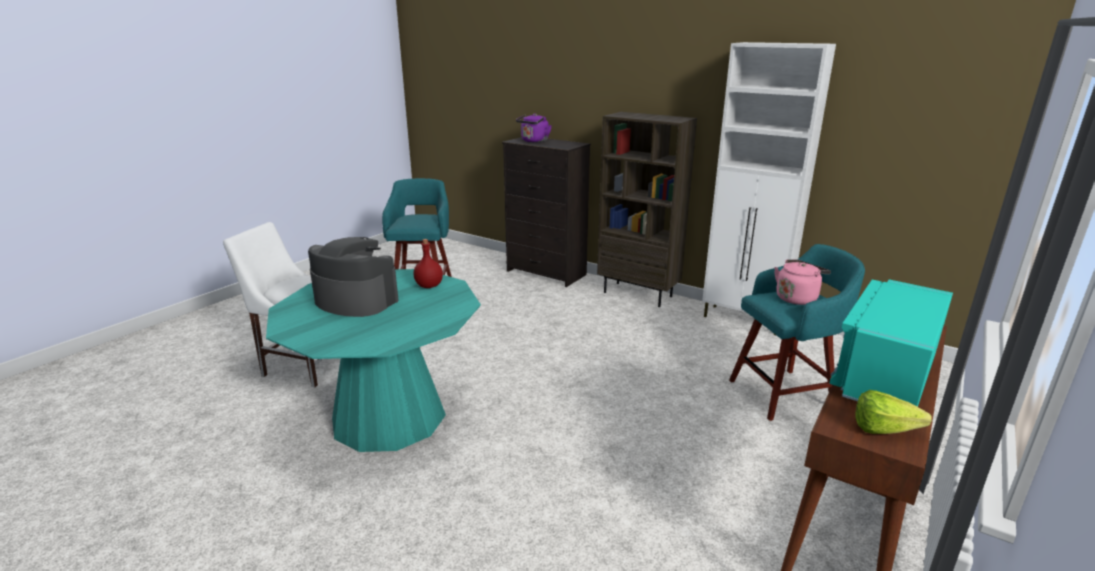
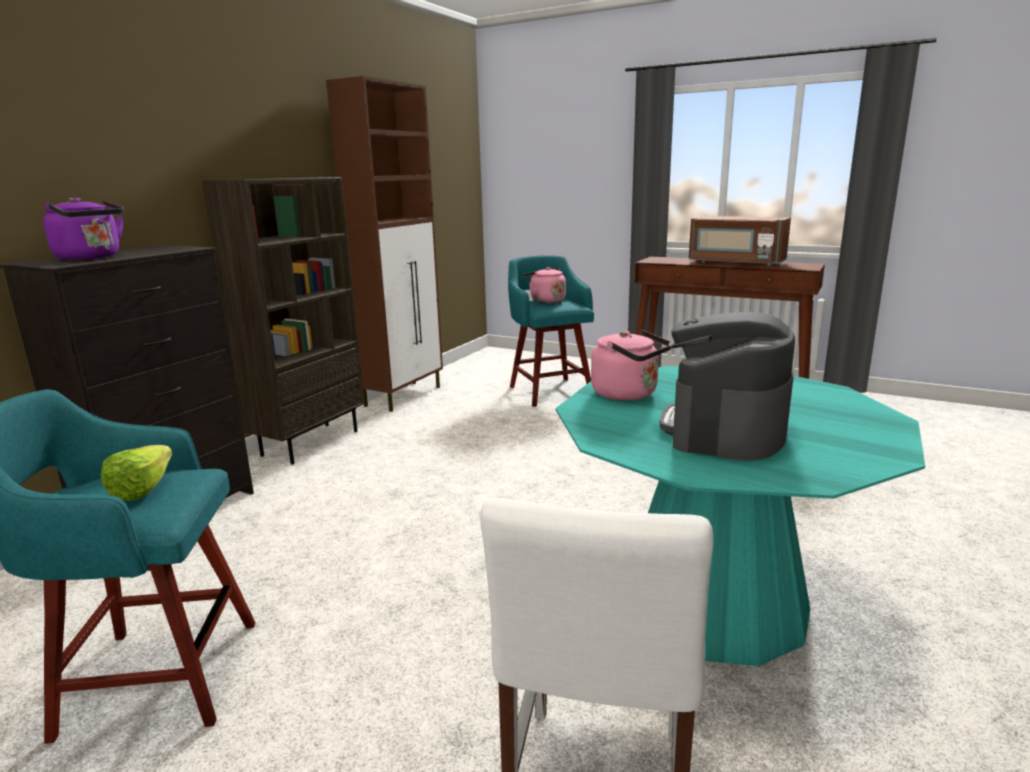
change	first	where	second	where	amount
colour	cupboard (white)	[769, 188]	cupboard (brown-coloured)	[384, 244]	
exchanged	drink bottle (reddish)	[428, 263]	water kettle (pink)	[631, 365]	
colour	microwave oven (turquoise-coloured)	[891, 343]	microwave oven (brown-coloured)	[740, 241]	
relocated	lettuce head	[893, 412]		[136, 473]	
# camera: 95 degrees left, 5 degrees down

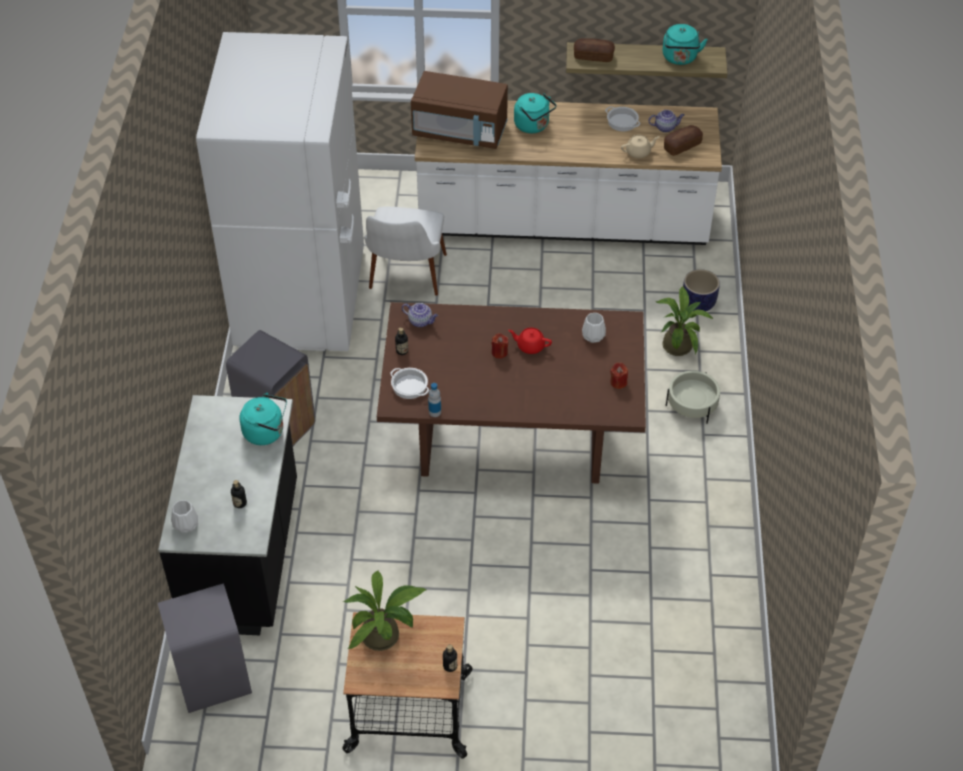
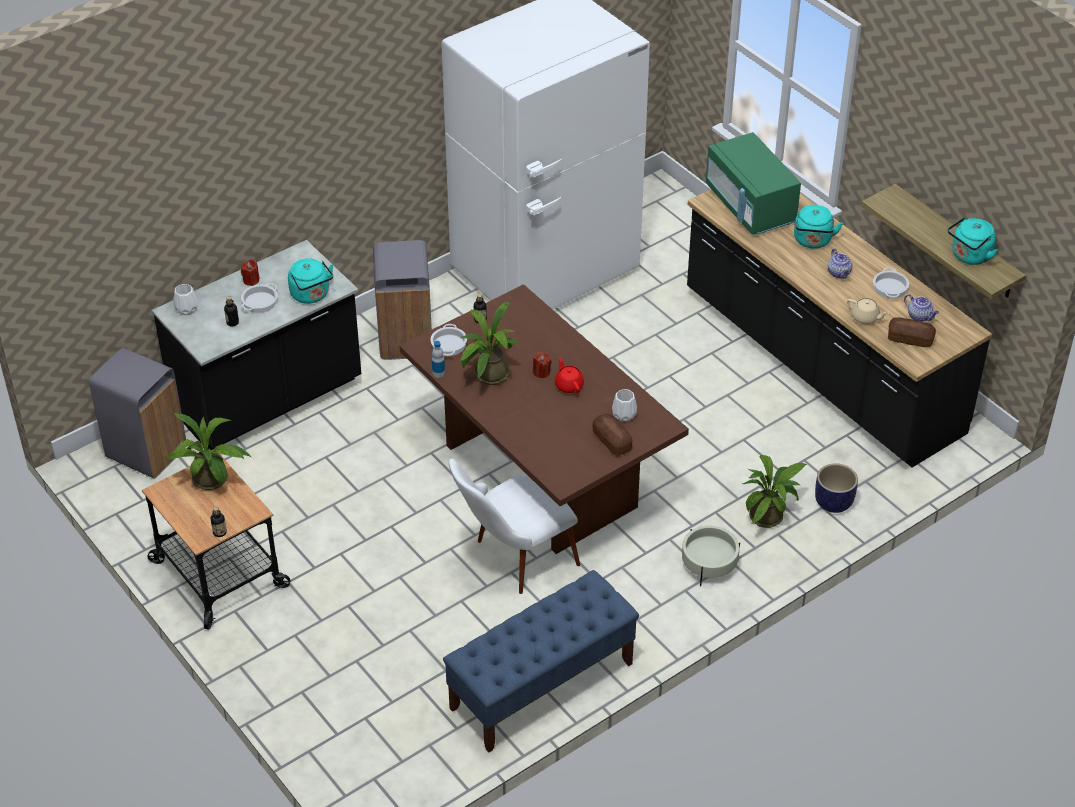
change	first	where	second	where	amount
relocated	bakery bread	[594, 50]		[613, 435]	
colour	microwave oven (brown-coloured)	[459, 110]	microwave oven (green-coloured)	[753, 183]	
colour	kitchen counter (white)	[568, 173]	kitchen counter (black-coloured)	[839, 328]	
relocated	chair (white)	[406, 251]		[514, 526]	
relocated	pot for tea	[420, 315]		[840, 264]	
relocated	wax light (reddish)	[619, 375]		[250, 272]	
appeared			stockpot	[259, 298]	
appeared			plant in a pot	[490, 343]	
appeared			bench (bluish)	[541, 661]	
# camera: 50 degrees right, 5 degrees down

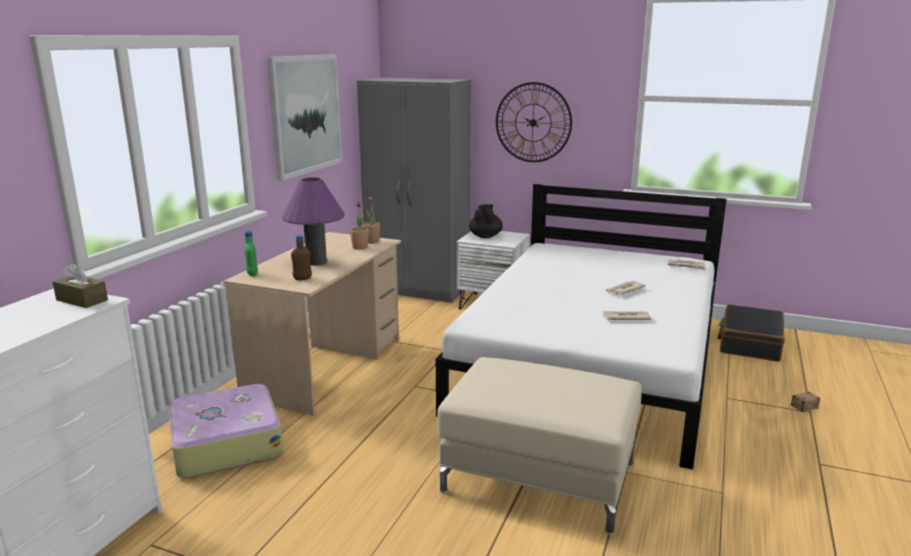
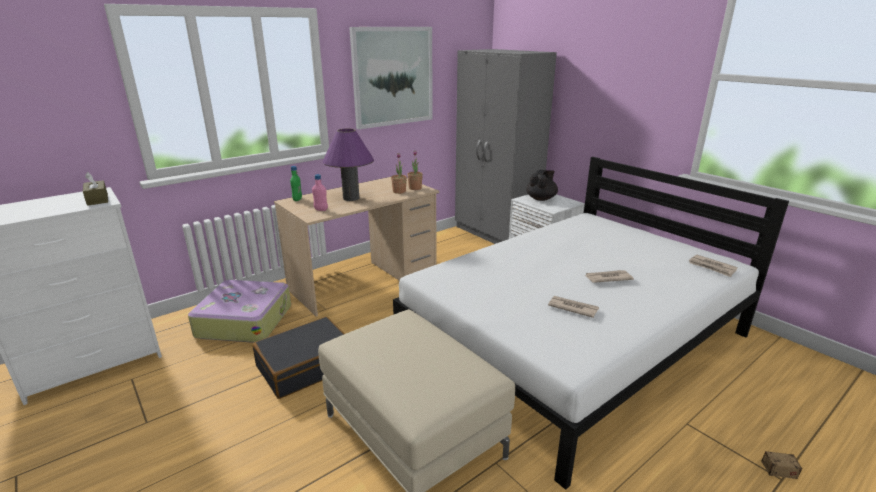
change	first	where	second	where	amount
missing	hanging clock	[534, 122]			
colour	drink bottle (brown-coloured)	[301, 257]	drink bottle (pink)	[320, 192]	
relocated	suitcase (black-coloured)	[751, 333]		[298, 358]	
# camera: 30 degrees right, 5 degrees up

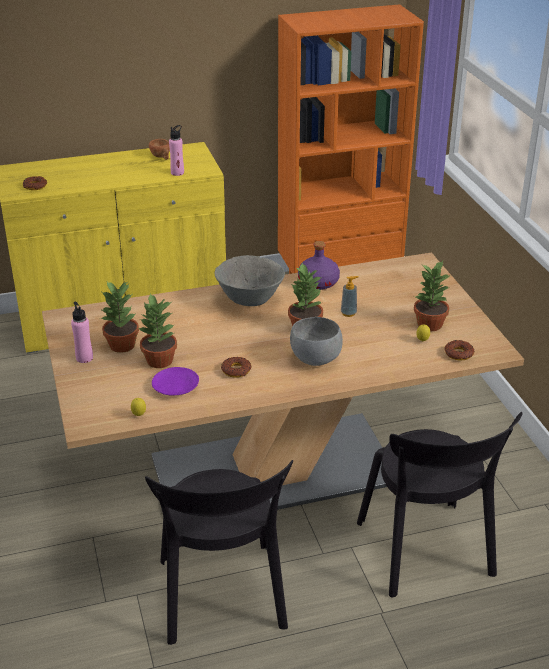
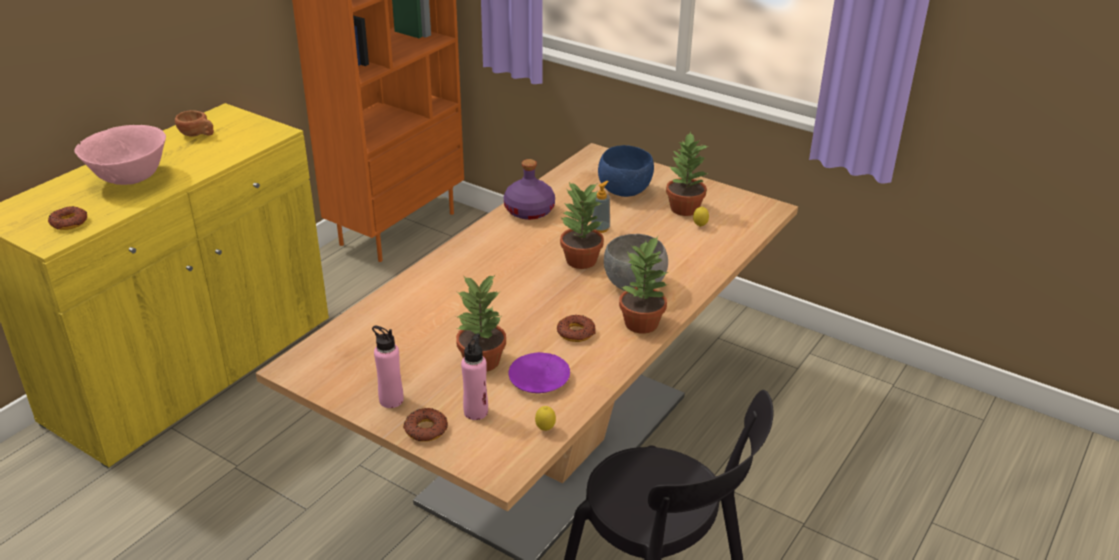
change	first	where	second	where	amount
relocated	drink bottle (pink)	[176, 150]		[474, 376]	
missing	deep dish (gray)	[250, 280]			
relocated	plant in a pot	[119, 317]		[644, 285]	
relocated	donut	[459, 350]		[425, 424]	
missing	chair (black-coloured)	[440, 505]			
appeared			deep dish (pink)	[120, 155]	
appeared			deep dish (bluish)	[626, 171]	
# camera: 40 degrees left, 0 degrees up

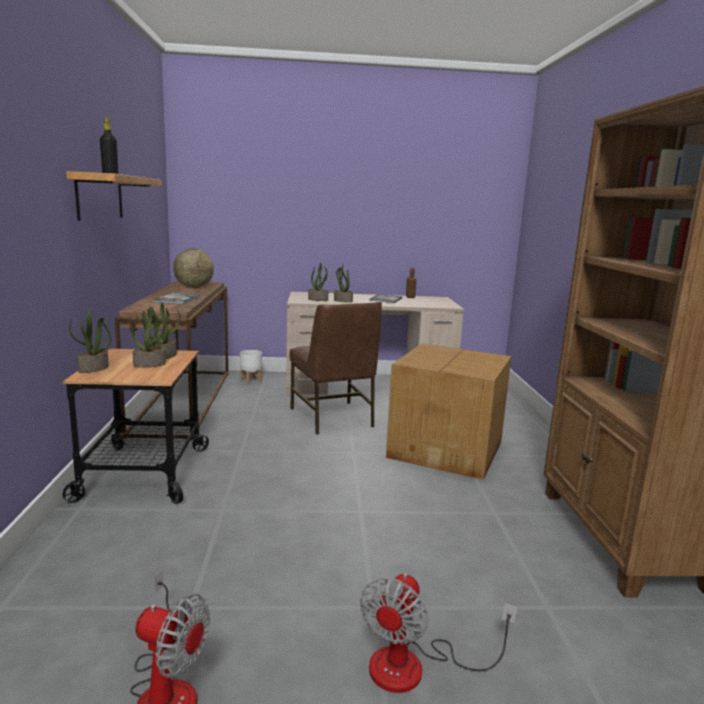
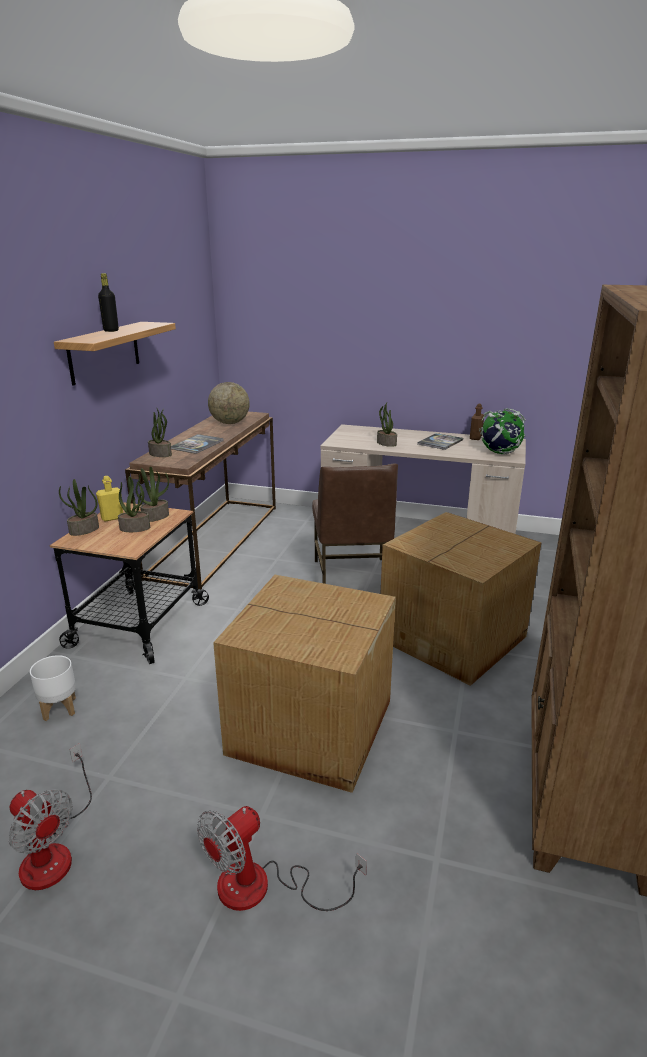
change	first	where	second	where	amount
relocated	plant in a pot	[318, 281]		[160, 433]	
relocated	planter (white)	[251, 367]		[53, 688]	
appeared			world globe	[502, 432]	
appeared			drink bottle (yellowish)	[109, 499]	
appeared			packing box	[304, 684]	
# camera: 20 degrees right, 10 degrees up

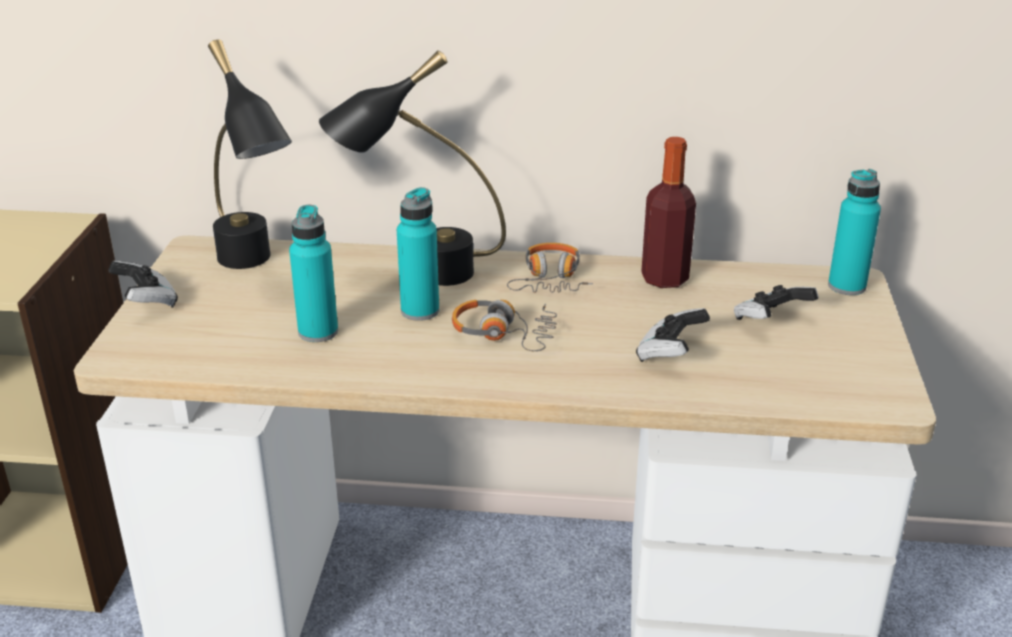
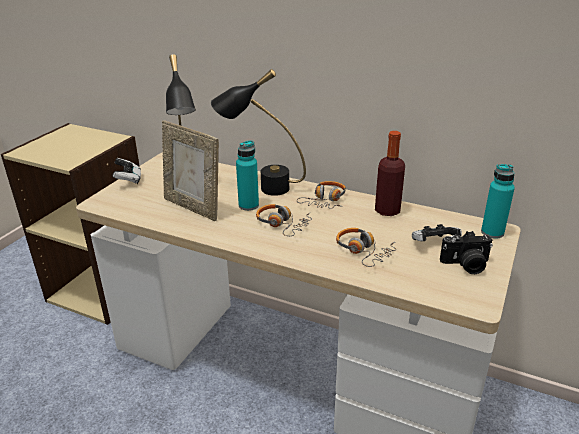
change	first	where	second	where	amount
exchanged	drink bottle (turquoise-coloured)	[313, 273]	picture frame	[190, 170]	
exchanged	gamepad	[673, 335]	headphones	[366, 247]	
appeared			still camera	[466, 252]	
# camera: 20 degrees right, 0 degrees up

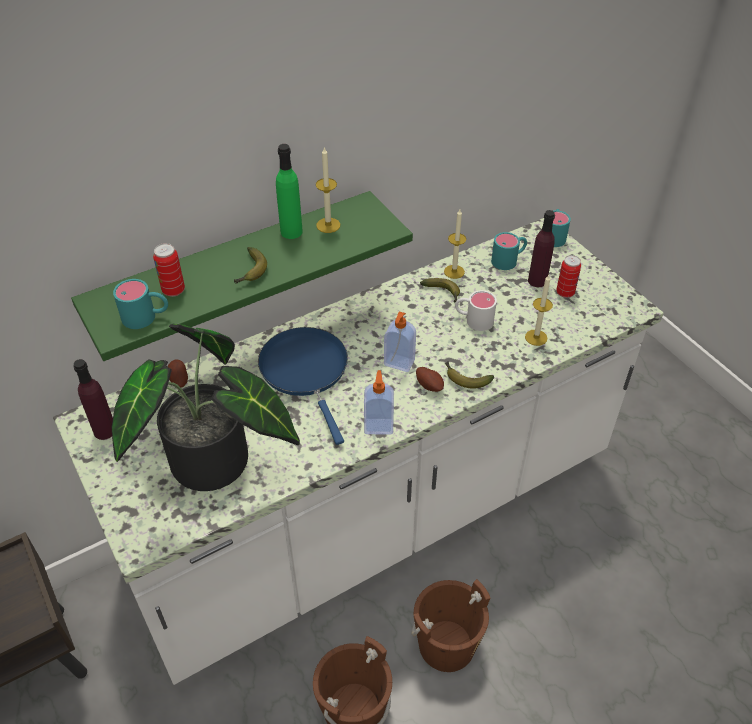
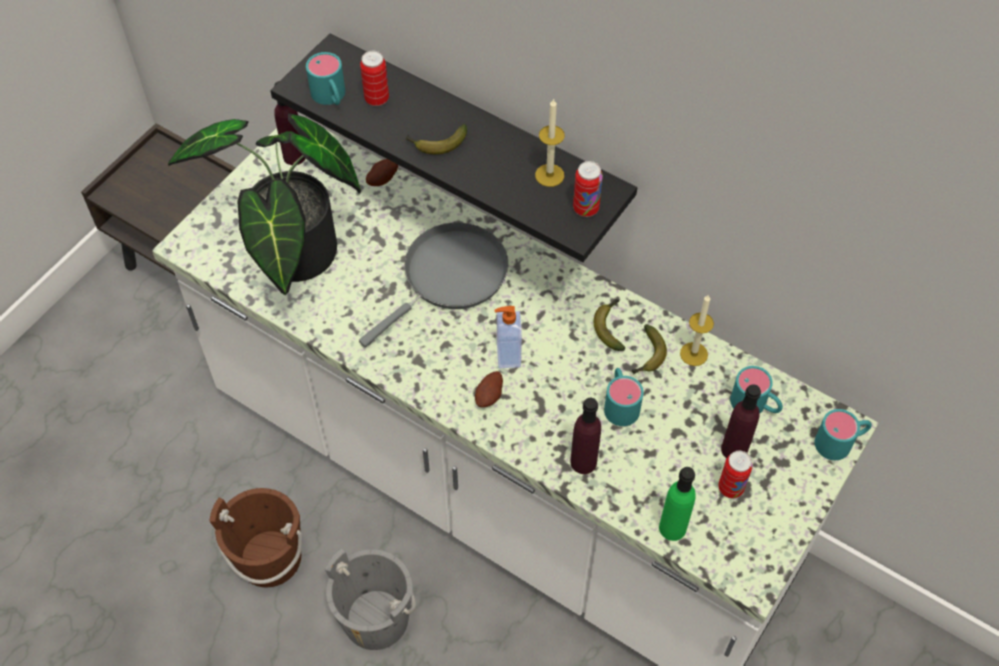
change	first	where	second	where	amount
relocated	drink bottle (green-coloured)	[289, 191]		[677, 504]	
colour	shelf (green-coloured)	[242, 276]	shelf (black-coloured)	[453, 148]	
missing	wax light	[539, 310]			
colour	coffee mug (white)	[476, 310]	coffee mug (turquoise-coloured)	[624, 397]	
colour	pan (bluish)	[303, 386]	pan (gray)	[433, 284]	
relocated	whole banana	[469, 375]		[609, 325]	
missing	soap dispenser	[379, 402]			
colour	pail (brown-coloured)	[451, 625]	pail (gray)	[370, 599]	
appeared			can	[588, 189]	
appeared			drink bottle (purple)	[585, 436]	
# camera: 65 degrees right, 10 degrees up

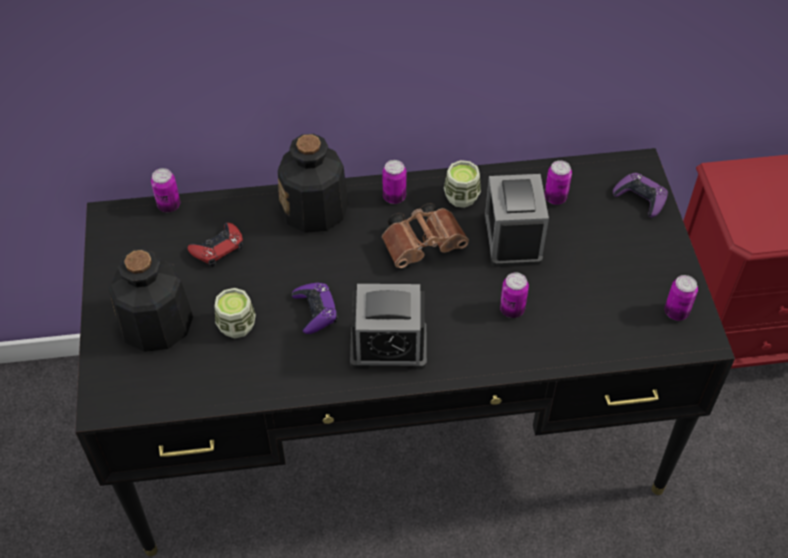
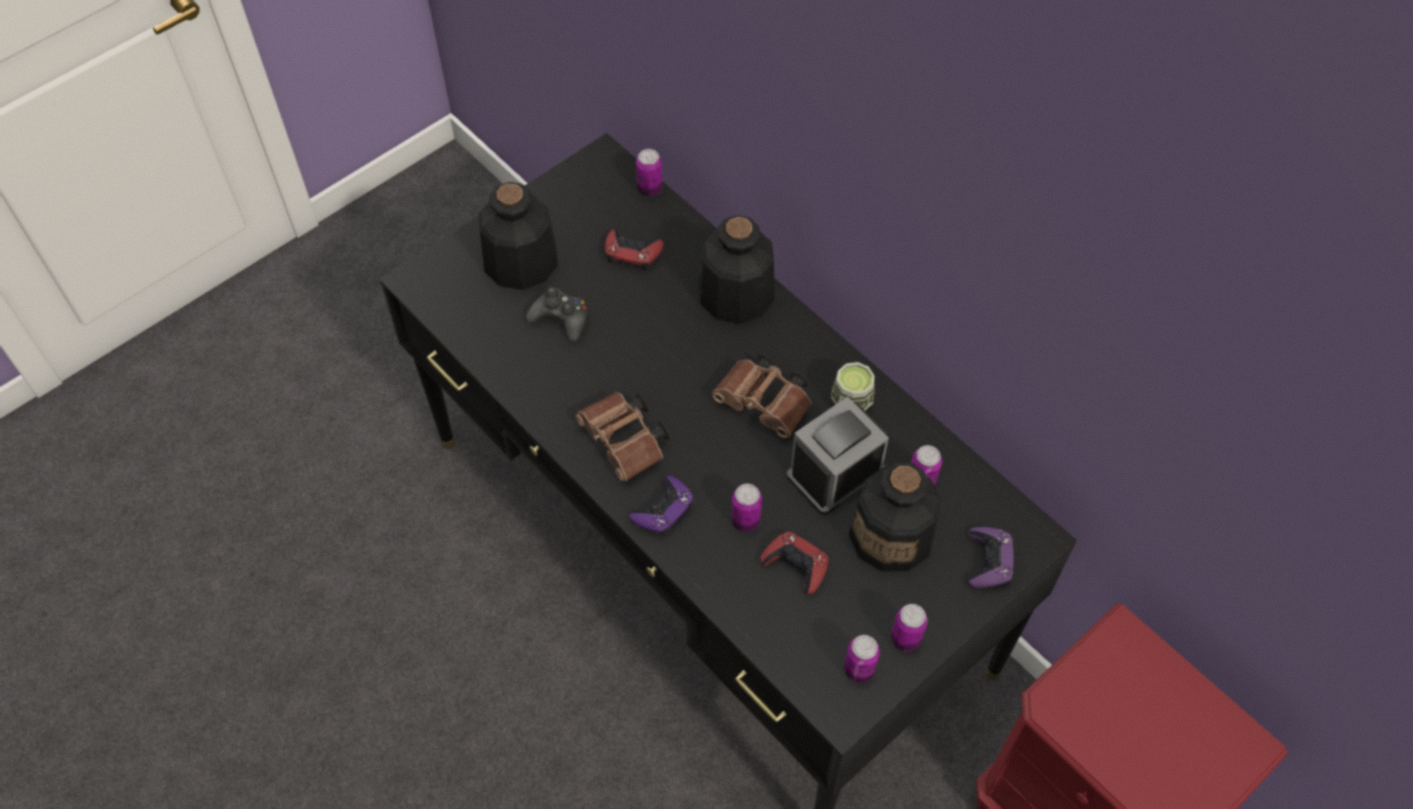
change	first	where	second	where	amount
relocated	can	[394, 182]		[909, 628]	
relocated	gamepad (purple)	[315, 308]		[661, 506]	
exchanged	table clock	[388, 326]	field glasses (brown-coloured)	[622, 437]	
exchanged	cup	[235, 313]	gamepad (black-coloured)	[557, 314]	
appeared			drink bottle	[895, 516]	
appeared			gamepad (reddish)	[794, 562]	
# camera: 55 degrees right, 5 degrees up

